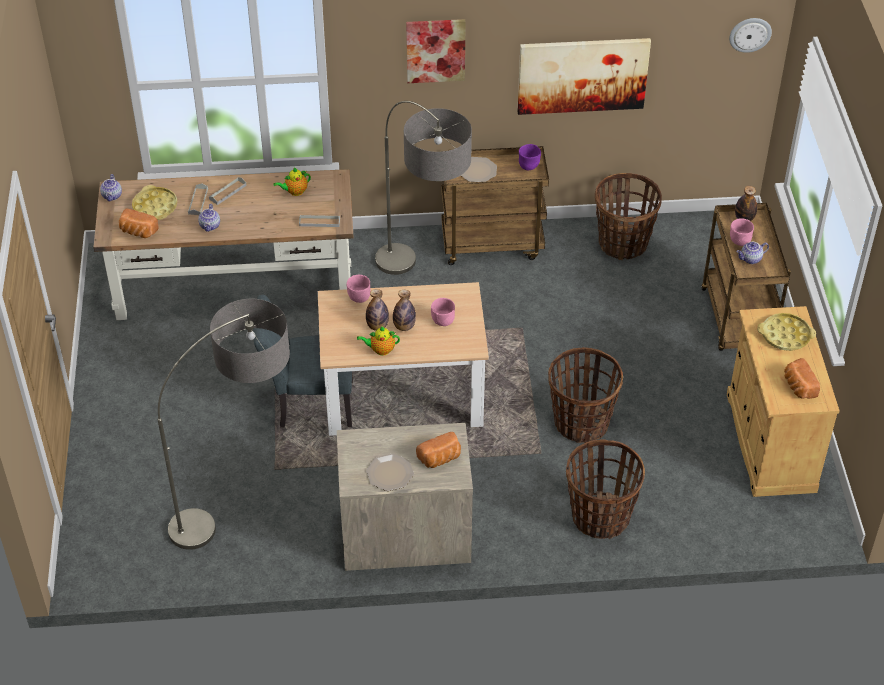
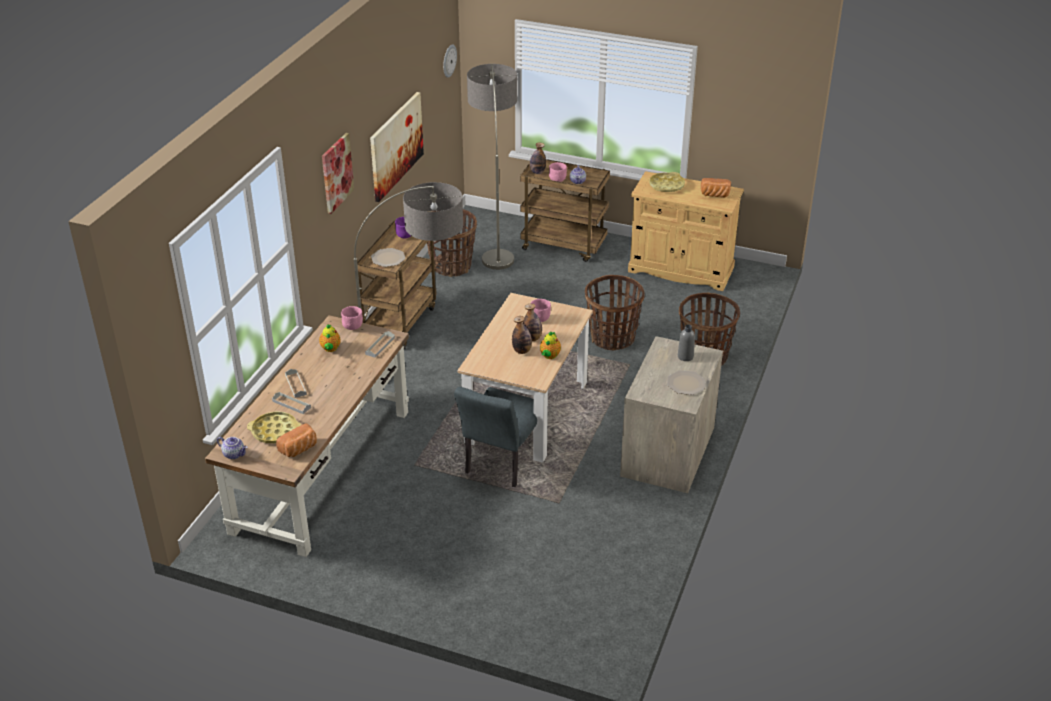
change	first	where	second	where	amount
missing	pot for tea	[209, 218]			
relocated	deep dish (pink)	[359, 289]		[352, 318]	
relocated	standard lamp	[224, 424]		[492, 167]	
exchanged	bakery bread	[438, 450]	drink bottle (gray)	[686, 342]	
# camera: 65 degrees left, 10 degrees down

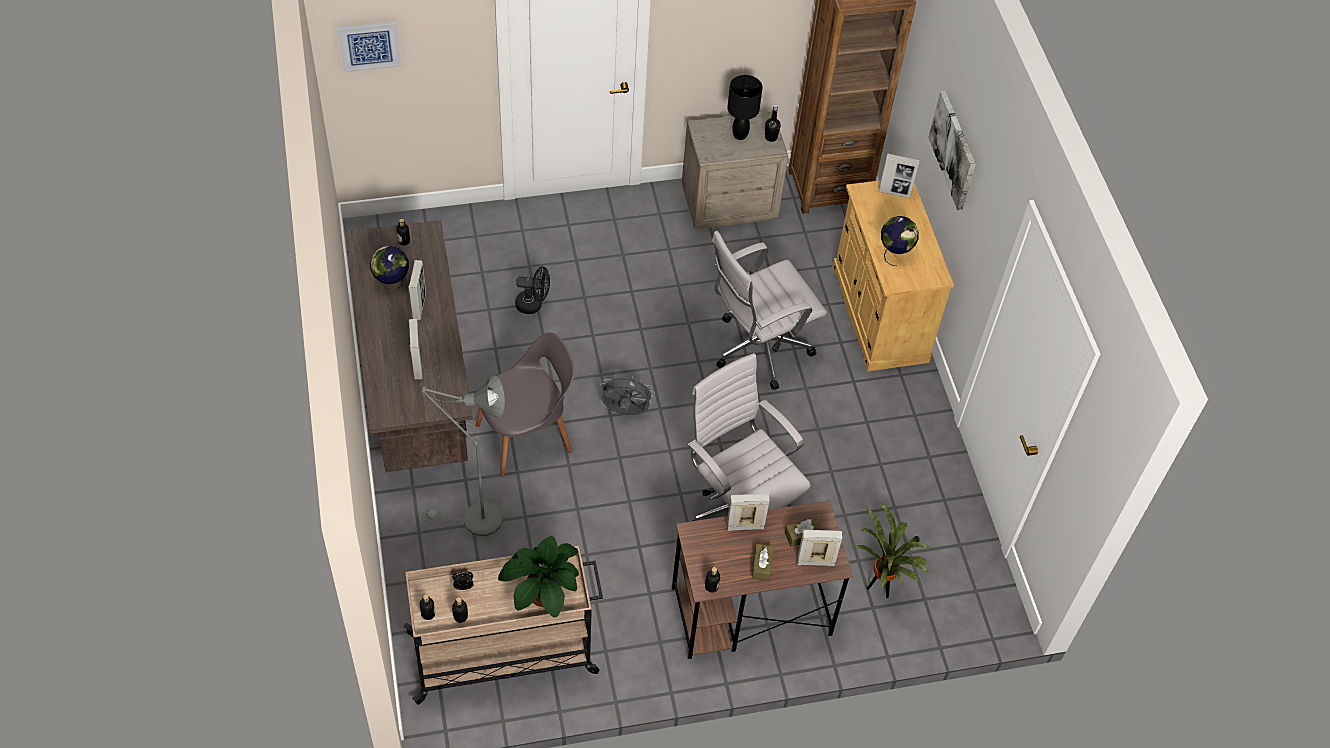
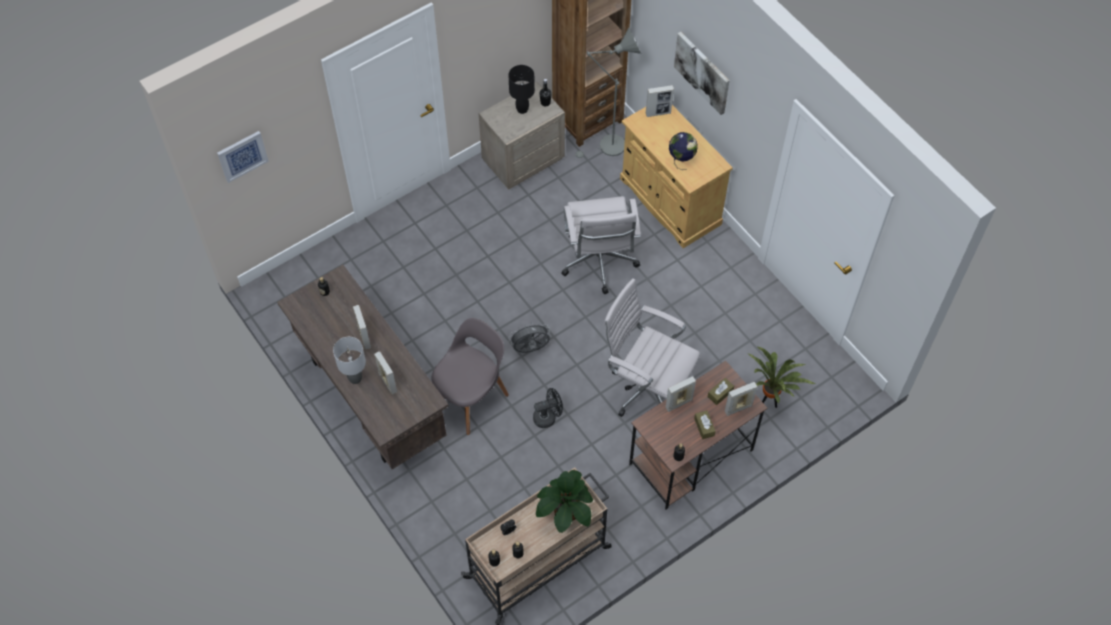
change	first	where	second	where	amount
spun	office chair (white)	[769, 310]		[601, 245]	45 degrees counterclockwise
missing	world globe	[389, 268]			
relocated	cooling fan (black-coloured)	[532, 290]		[548, 408]	
relocated	standard lamp (gray)	[463, 456]		[607, 94]	
appeared			lamp for a table (gray)	[349, 360]	
# camera: 20 degrees left, 5 degrees up

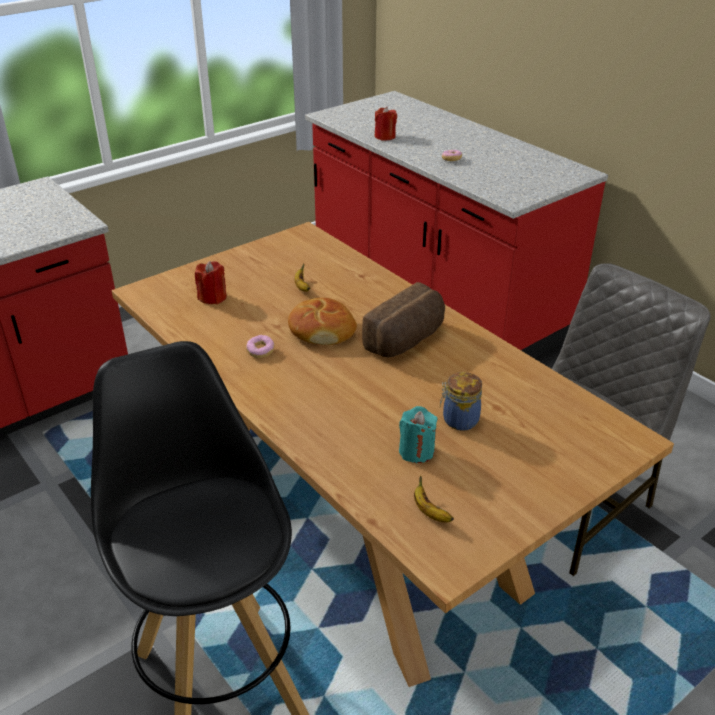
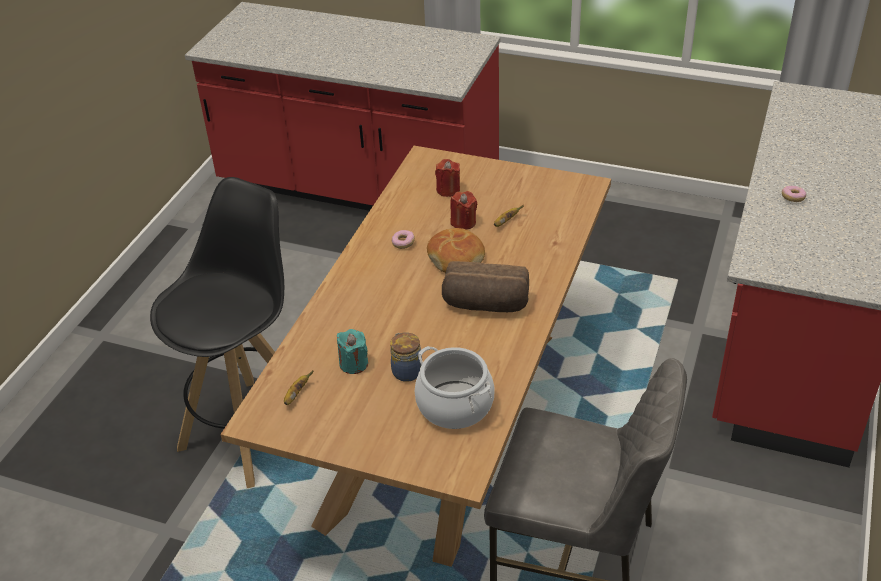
change	first	where	second	where	amount
relocated	wax light (reddish)	[386, 123]		[464, 210]	
appeared			stockpot	[455, 387]	
# camera: 60 degrees right, 5 degrees up

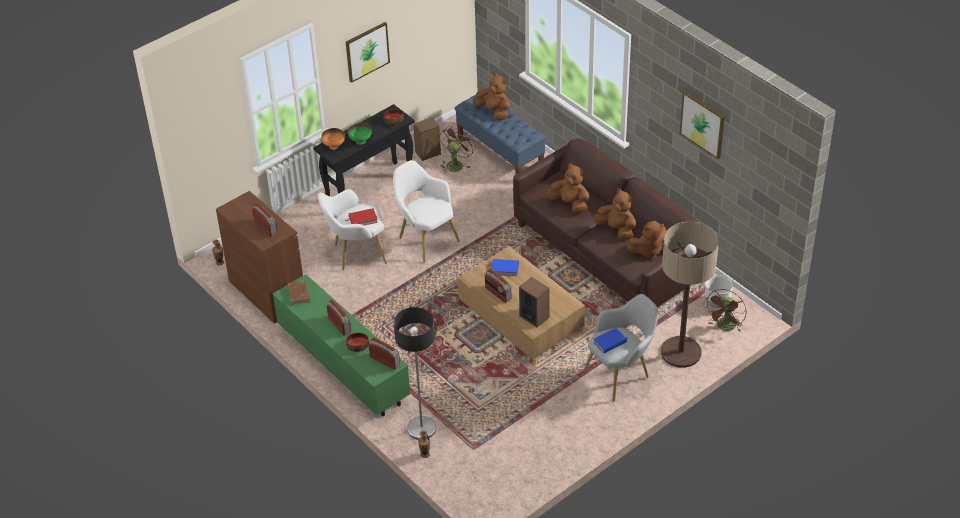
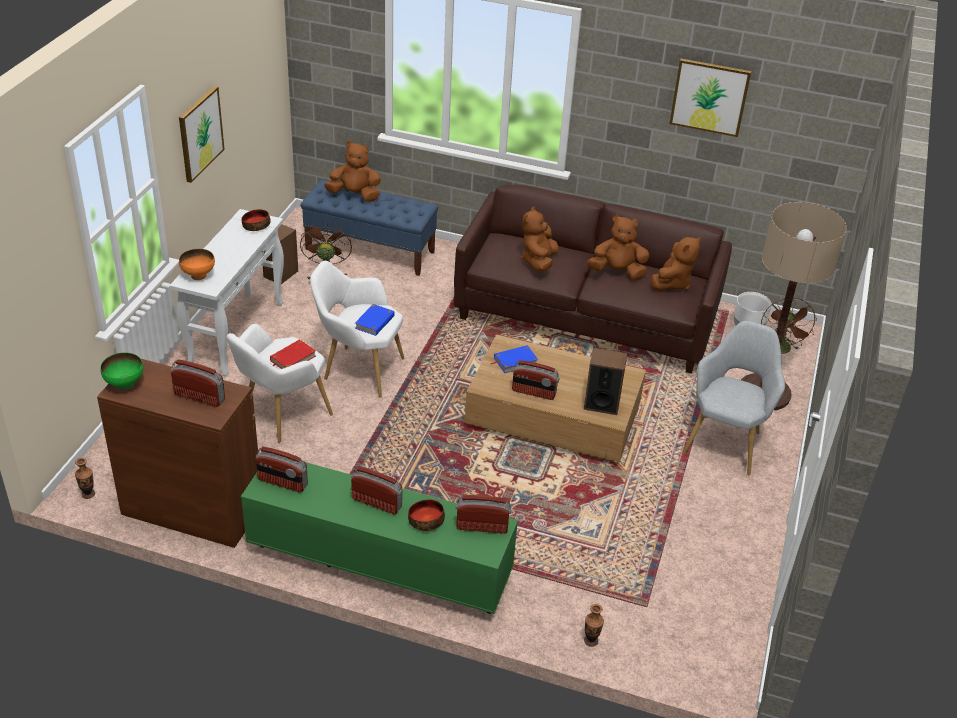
change	first	where	second	where	amount
colour	console table (black-coloured)	[364, 150]	console table (white)	[227, 292]	
relocated	deep dish (green-coloured)	[360, 134]		[121, 371]	
spun	cuddly toy (brown-coloured)	[567, 188]		[540, 239]	75 degrees counterclockwise
exchanged	bound book (brown-coloured)	[299, 292]	radio set	[282, 470]	
missing	standard lamp	[415, 373]			
relocated	bound book (bluish)	[610, 340]		[375, 320]	
# camera: 35 degrees left, 5 degrees down

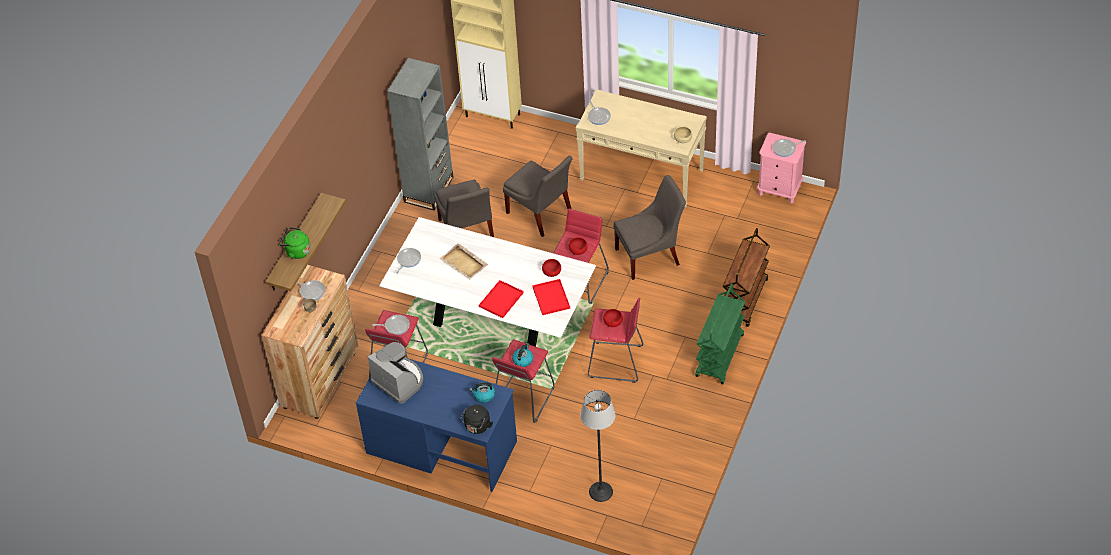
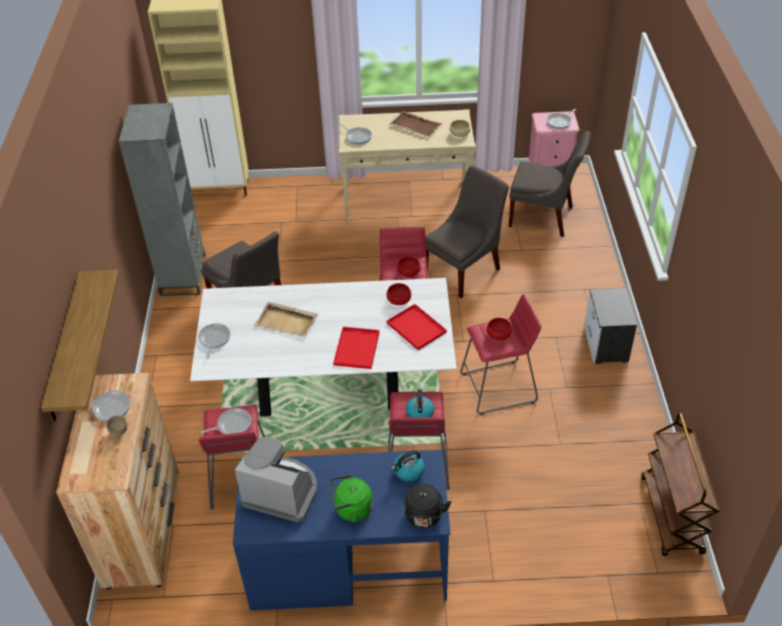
change	first	where	second	where	amount
relocated	chair (gray)	[538, 196]		[550, 184]	
relocated	water kettle (green-coloured)	[294, 243]		[352, 498]	
relocated	cart (brown-coloured)	[746, 277]		[680, 484]	
exchanged	cart (green-coloured)	[720, 334]	nightstand	[610, 326]	
missing	standard lamp	[598, 446]			
appeared			tray (brown-coloured)	[415, 124]	
# camera: 25 degrees left, 5 degrees down

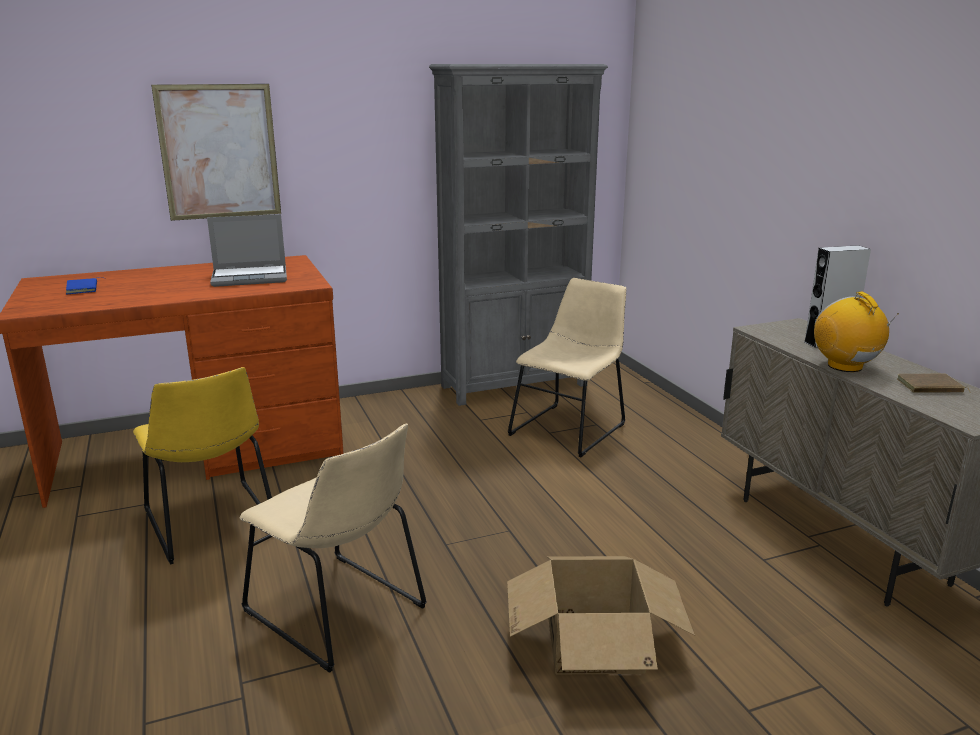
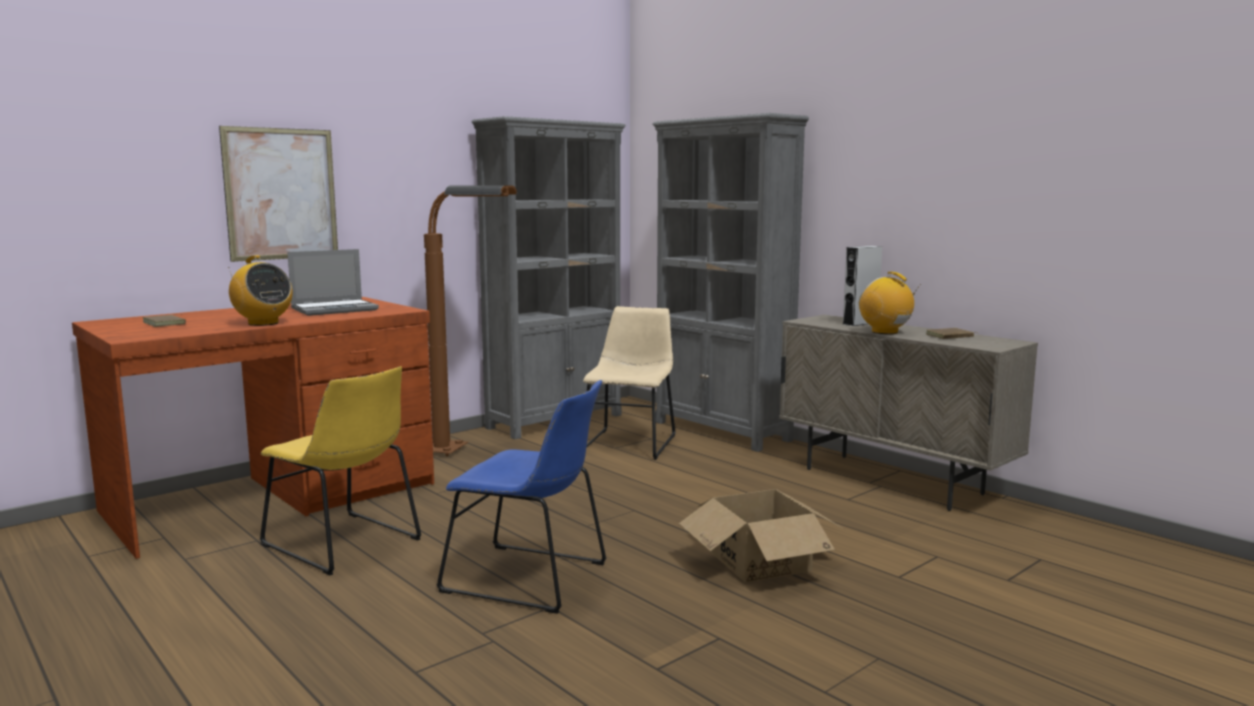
change	first	where	second	where	amount
colour	bound book (bluish)	[84, 285]	bound book (brown-coloured)	[164, 320]	
colour	chair (beige-coloured)	[333, 548]	chair (bluish)	[521, 497]	
appeared			shelving unit (gray)	[730, 282]	
appeared			standard lamp (brown-coloured)	[470, 320]	
appeared			radio set	[260, 290]	
# camera: 20 degrees left, 10 degrees down

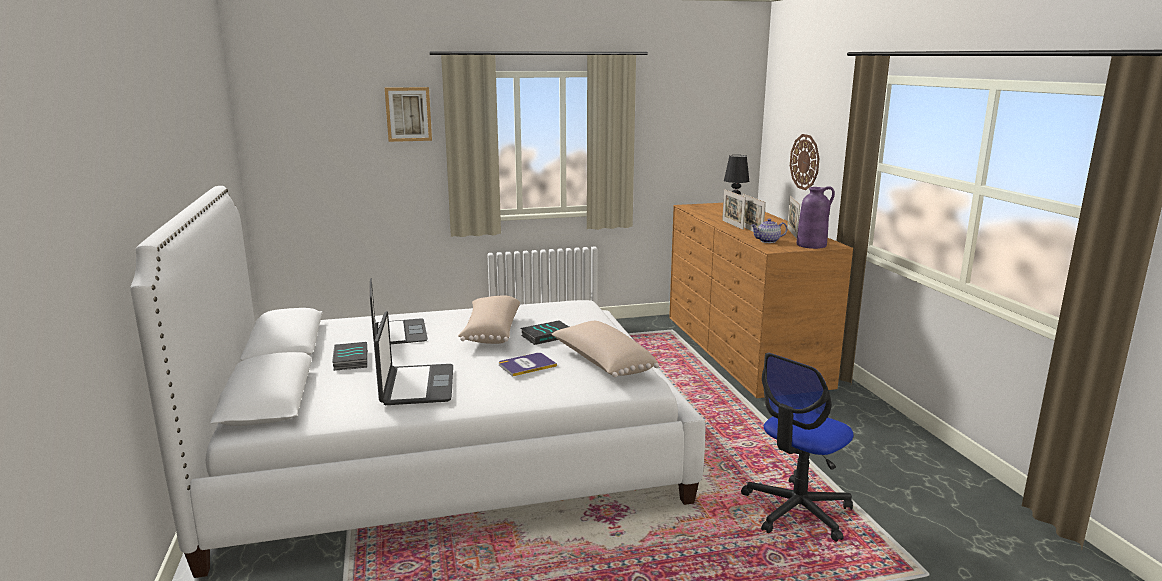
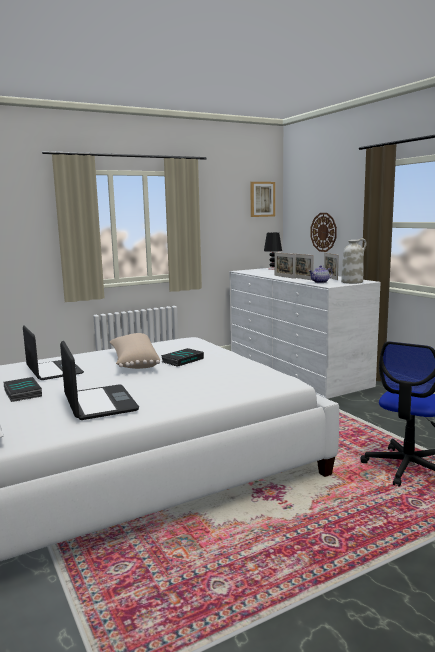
change	first	where	second	where	amount
relocated	wall picture	[408, 114]		[262, 199]	
colour	decorative vase (purple)	[816, 217]	decorative vase (white)	[354, 261]	
colour	drawer chest (brown-coloured)	[761, 300]	drawer chest (white)	[305, 333]	
missing	throw pillow (beige-coloured)	[605, 349]			
missing	bound book	[528, 365]			
# camera: 15 degrees left, 5 degrees down

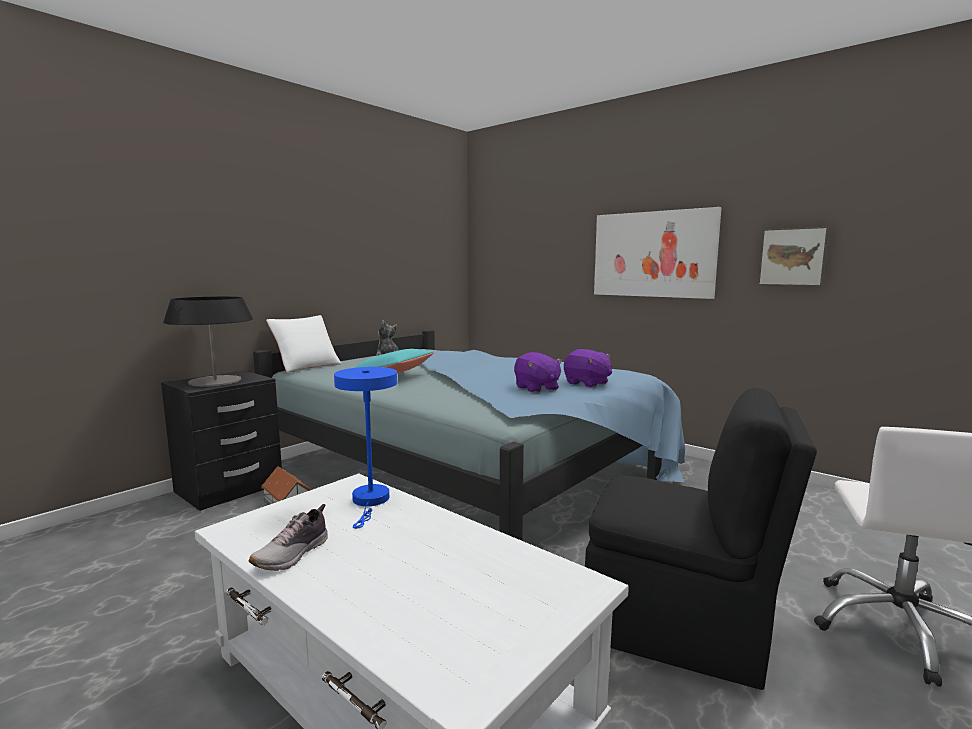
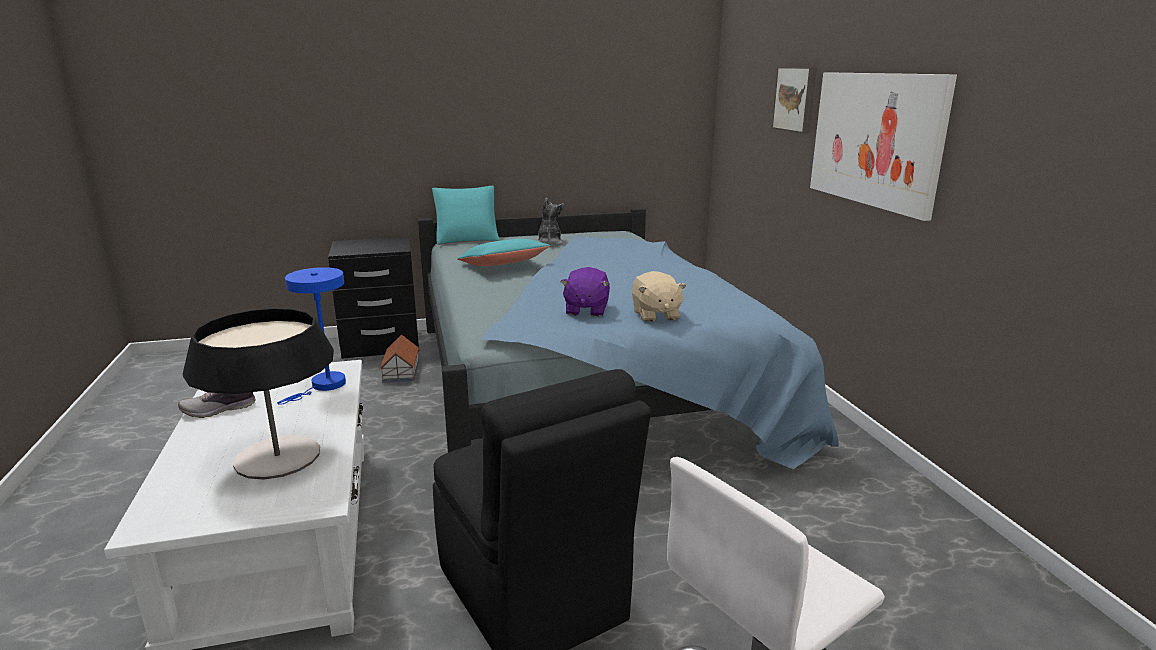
change	first	where	second	where	amount
relocated	wall picture	[793, 256]		[794, 100]	
relocated	lamp for a table	[208, 342]		[258, 394]	
colour	throw pillow (white)	[304, 343]	throw pillow (turquoise-coloured)	[466, 215]	
colour	cuddly toy (purple)	[588, 368]	cuddly toy (beige-coloured)	[659, 296]	
# camera: 35 degrees right, 10 degrees up

